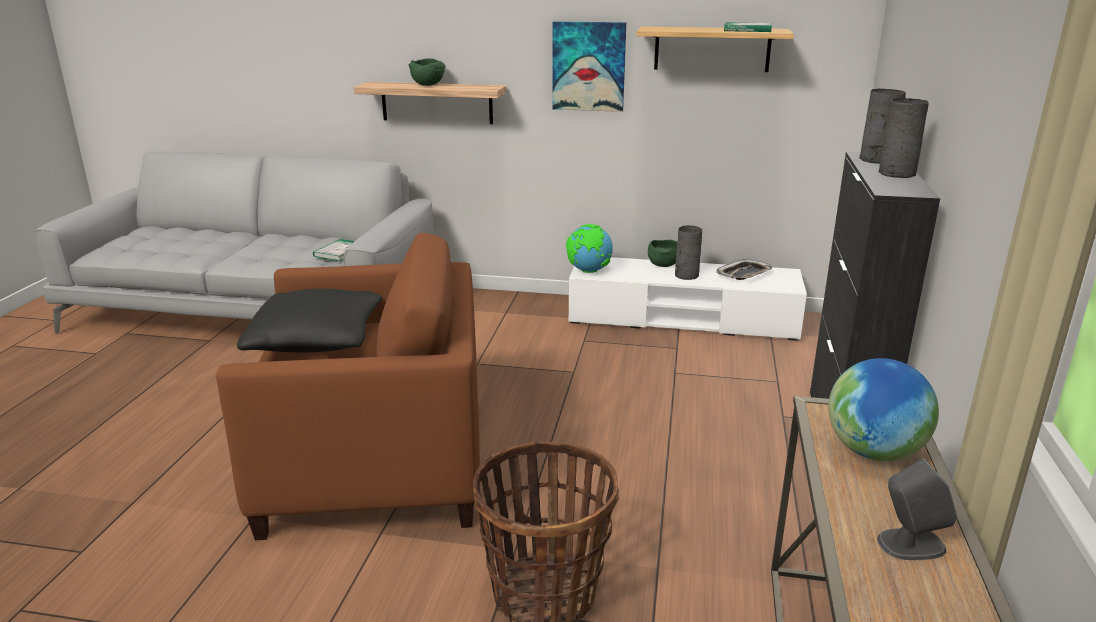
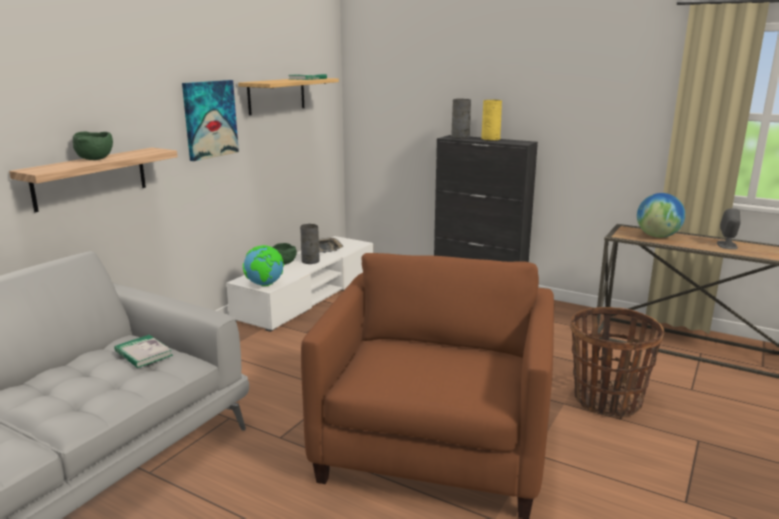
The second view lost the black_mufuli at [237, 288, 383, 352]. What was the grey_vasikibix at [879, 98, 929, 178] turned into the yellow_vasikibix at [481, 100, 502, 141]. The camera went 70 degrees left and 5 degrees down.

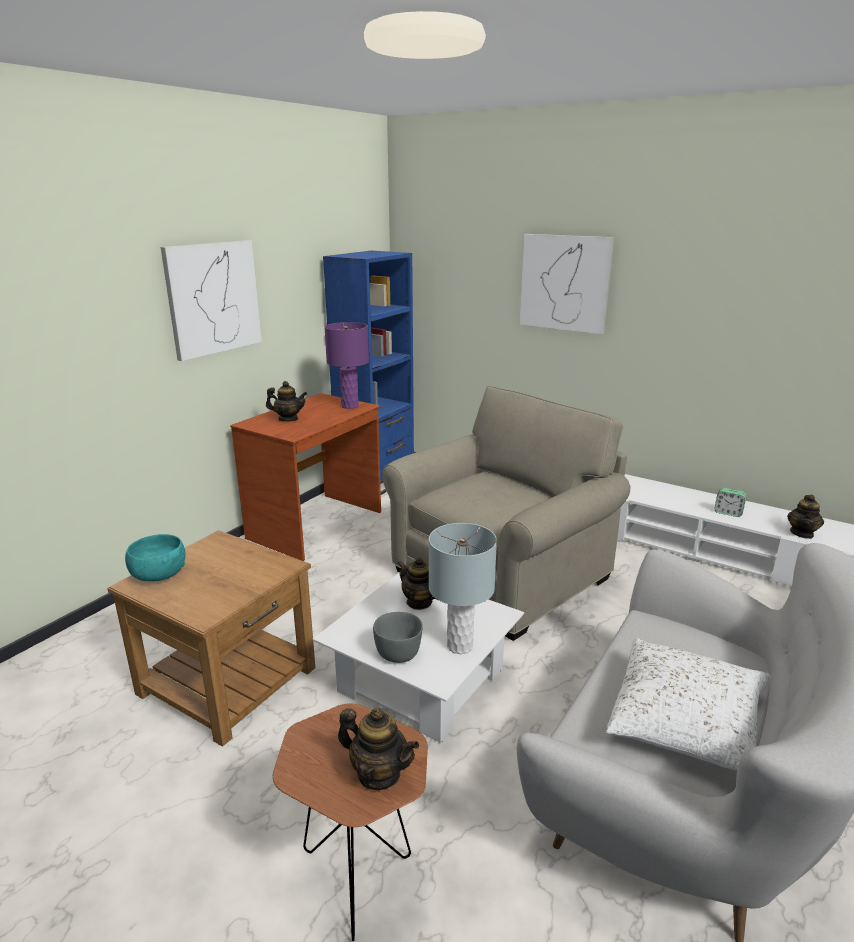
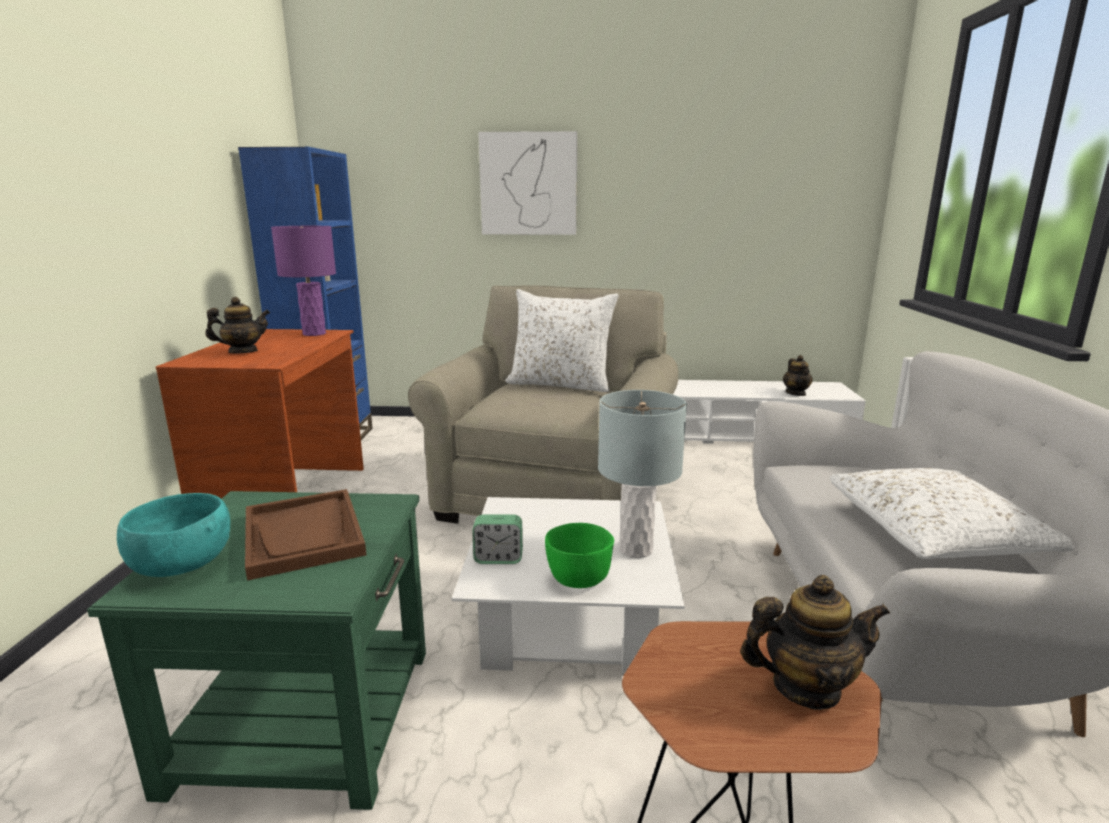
What was the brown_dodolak at [107, 530, 315, 747] turned into the green_dodolak at [87, 491, 426, 810]. The second view lost the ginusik at [161, 240, 262, 361]. What was the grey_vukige at [373, 612, 423, 663] turned into the green_vukige at [545, 523, 614, 588]. The second view lost the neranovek at [398, 557, 437, 610]. The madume ended up elsewhere, having gone from [714, 488, 747, 517] to [472, 515, 523, 564]. The second view gained the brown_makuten at [245, 489, 366, 581]. The second view gained the white_mufuli at [505, 289, 619, 392]. The camera went 30 degrees left and 5 degrees down.

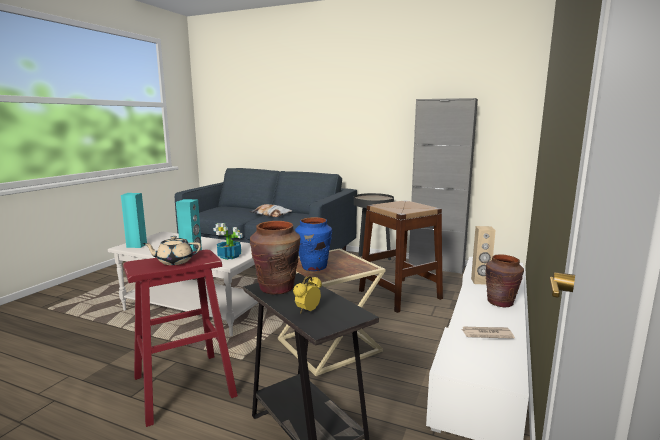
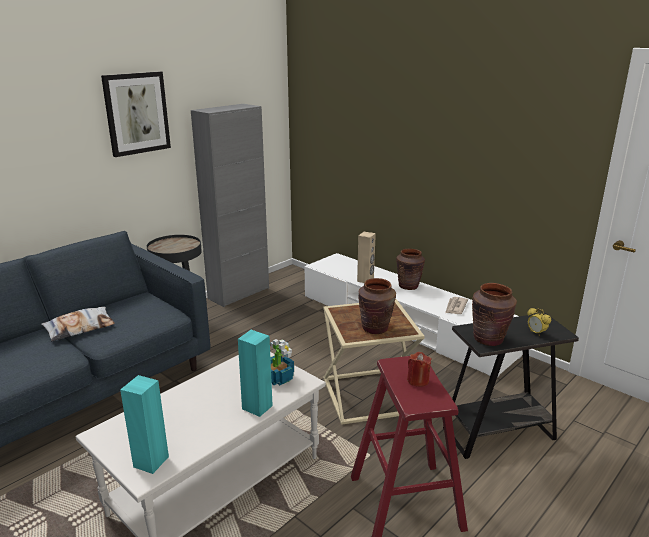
Where the beige_neranovek stood at [143, 236, 201, 265], the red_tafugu came to stand at [407, 352, 432, 387]. What was the blue_vasikibix at [295, 217, 332, 271] turned into the brown_vasikibix at [358, 278, 396, 334]. The second view lost the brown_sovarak at [359, 200, 443, 313]. The second view gained the ginusik at [101, 71, 171, 157]. The camera went 70 degrees left and 10 degrees up.

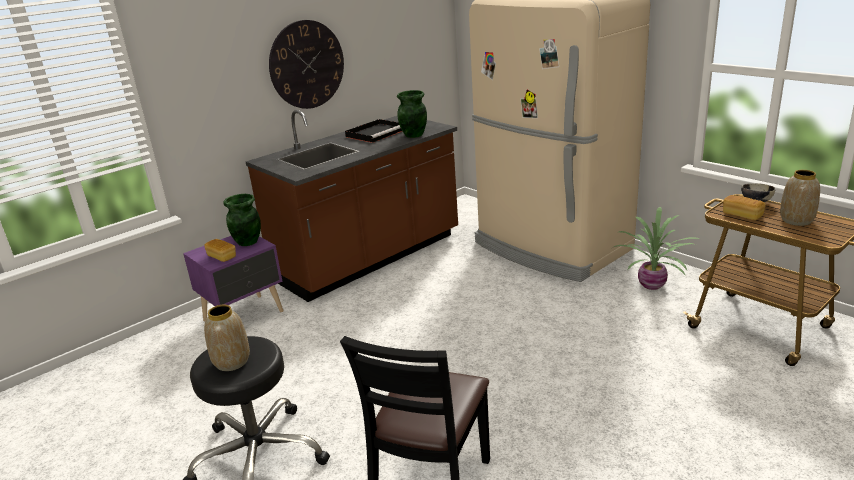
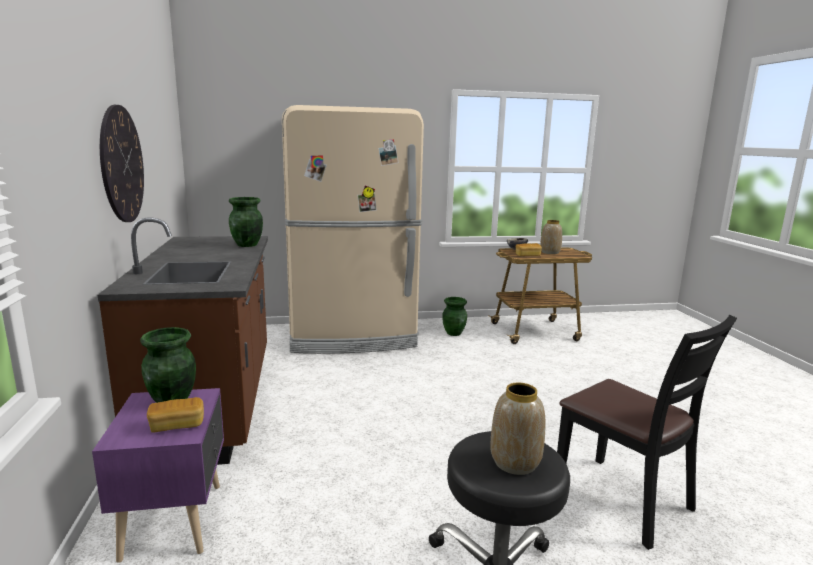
The second view lost the black_makuten at [345, 119, 402, 143]. Where the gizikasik stood at [612, 207, 700, 290], the green_vasikibix came to stand at [442, 297, 467, 336]. The camera went 60 degrees left and 10 degrees down.

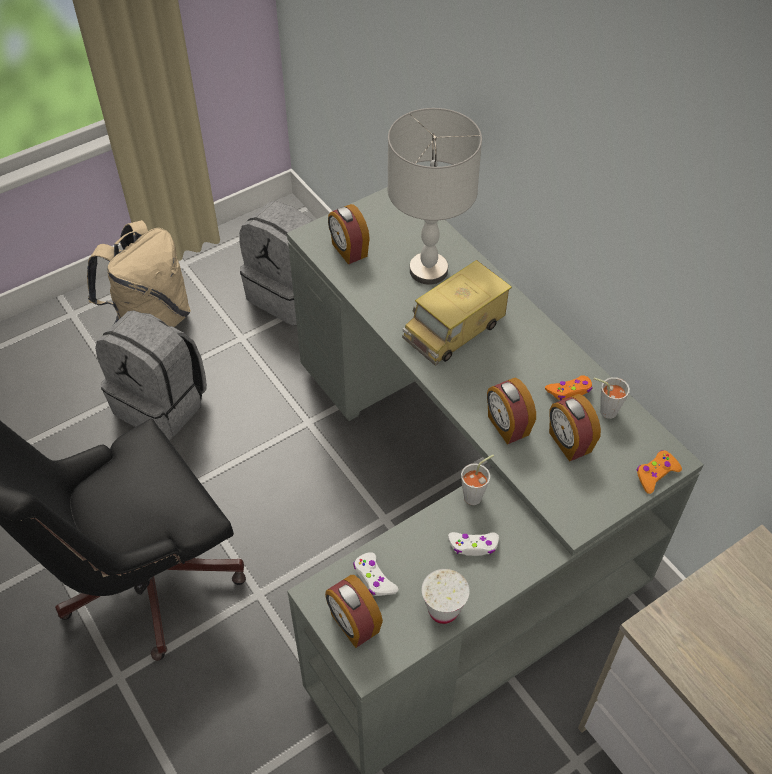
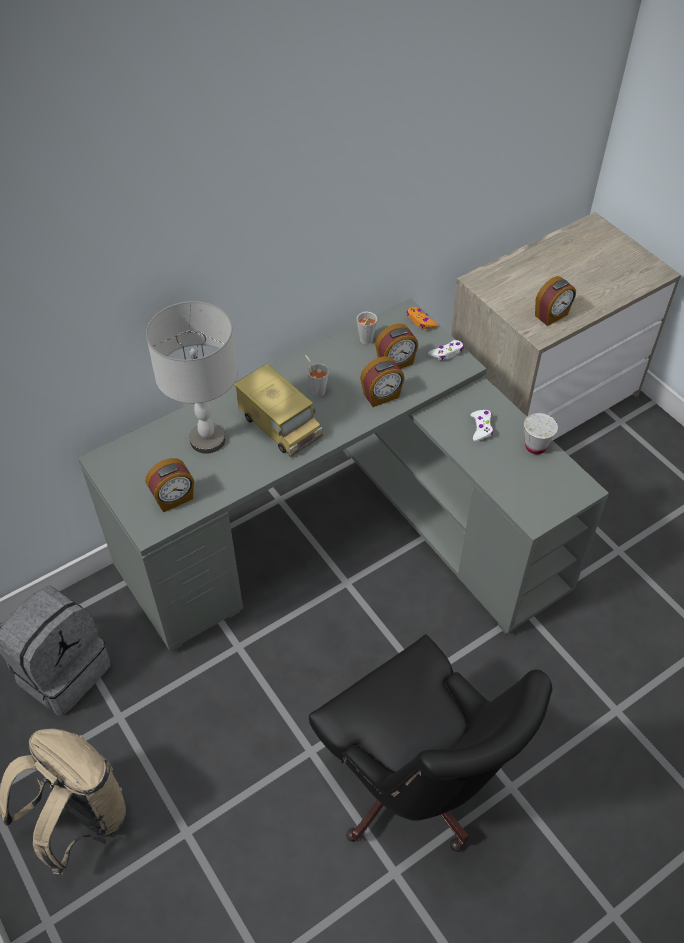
The second view lost the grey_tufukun at [95, 310, 207, 441]. The madume ended up elsewhere, having gone from [325, 575, 383, 648] to [535, 276, 576, 326]. The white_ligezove ended up elsewhere, having gone from [353, 552, 398, 596] to [428, 340, 464, 360]. The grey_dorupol ended up elsewhere, having gone from [461, 455, 494, 505] to [305, 355, 329, 397]. The second view lost the orange_ligezove at [545, 375, 592, 400]. The camera went 90 degrees left and 0 degrees up.

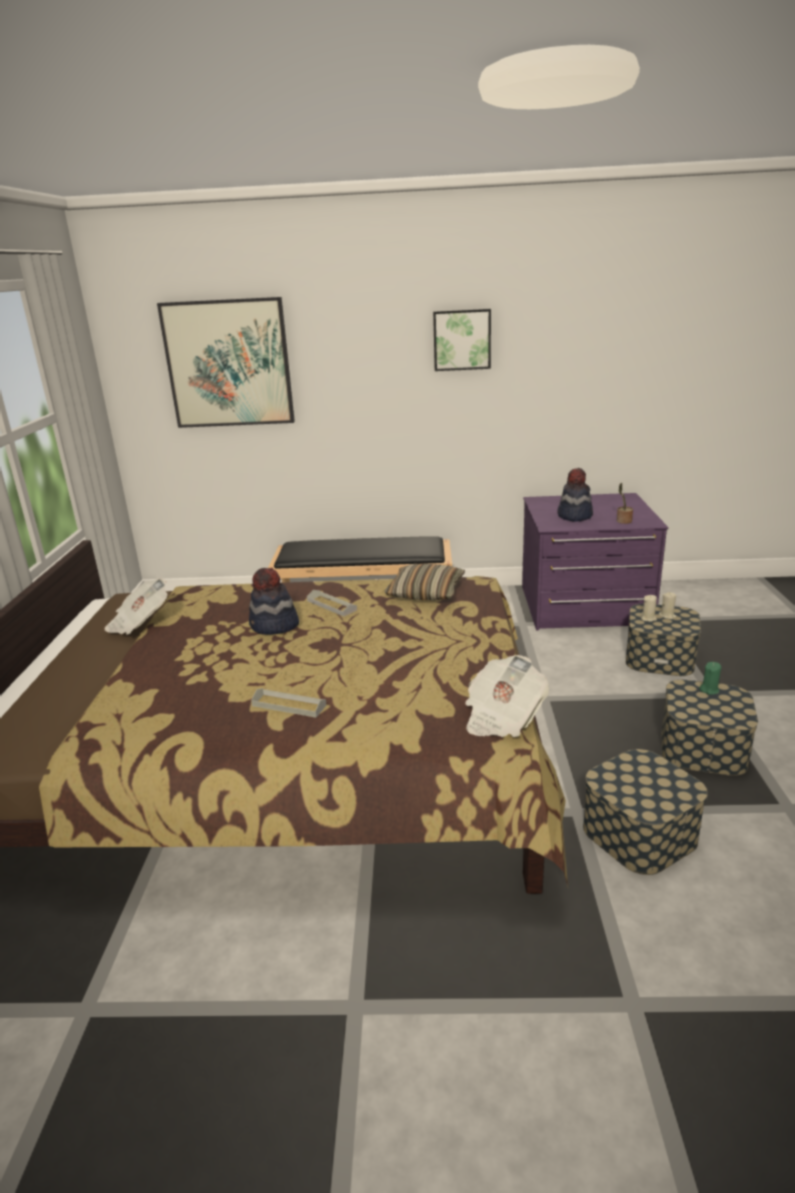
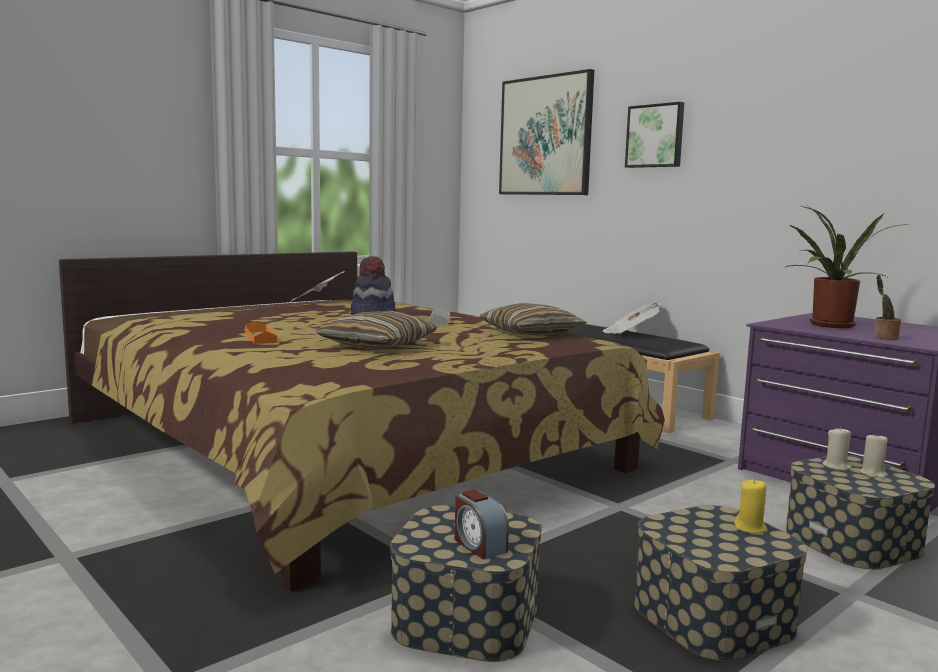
What was the grey_makuten at [251, 688, 326, 718] turned into the orange_makuten at [245, 321, 277, 344]. The ginusik ended up elsewhere, having gone from [433, 309, 491, 371] to [625, 102, 684, 168]. The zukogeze ended up elsewhere, having gone from [465, 655, 549, 737] to [603, 302, 662, 334]. Where the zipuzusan stood at [557, 468, 593, 522], the gizikasik came to stand at [784, 206, 909, 328]. What was the green_tafugu at [699, 662, 721, 695] turned into the yellow_tafugu at [734, 479, 768, 533]. The second view gained the mufuli at [315, 311, 438, 349]. The second view gained the madume at [455, 489, 509, 560]. The camera went 45 degrees right and 15 degrees down.

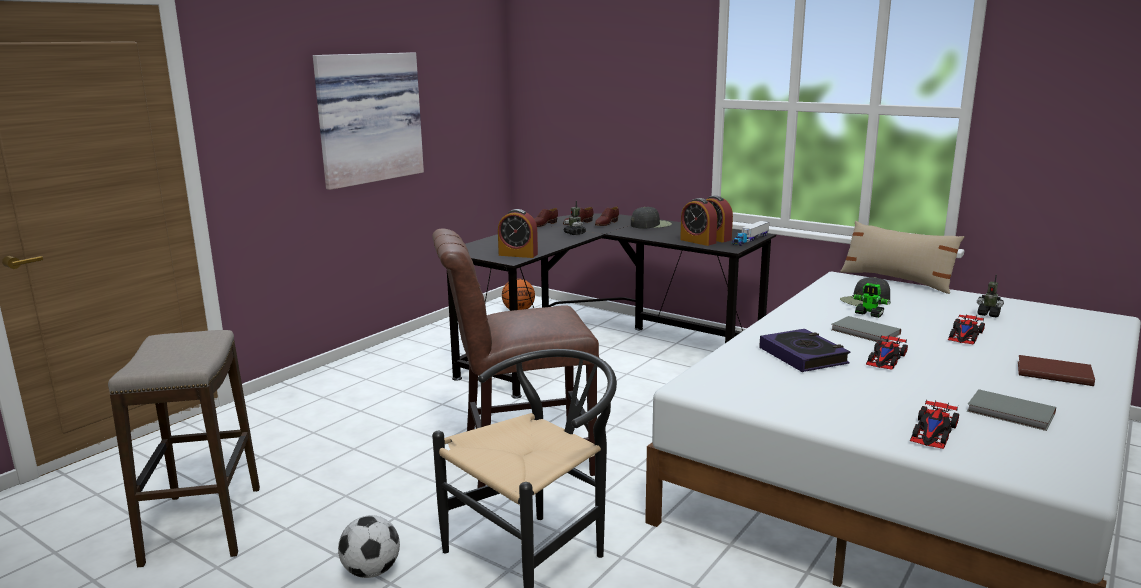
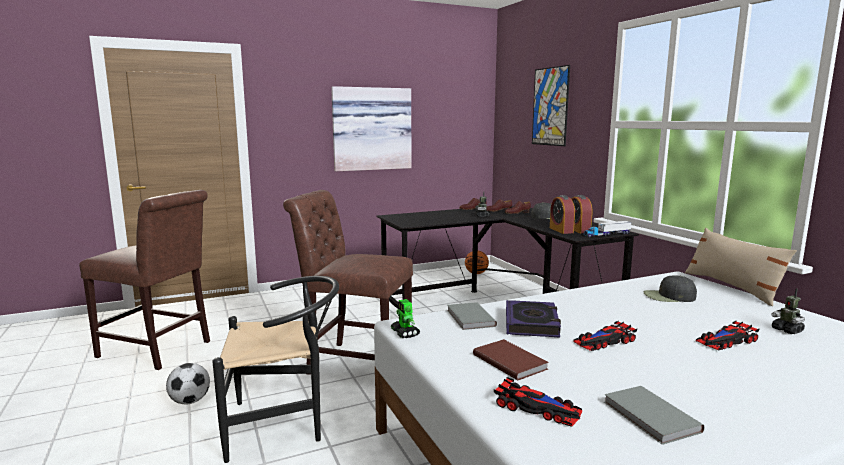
Where the sovarak stood at [108, 330, 260, 567], the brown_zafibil came to stand at [79, 190, 210, 370]. The second view lost the madume at [498, 209, 538, 258]. The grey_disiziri ended up elsewhere, having gone from [831, 316, 901, 342] to [447, 302, 497, 330]. The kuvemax ended up elsewhere, having gone from [852, 283, 891, 318] to [391, 299, 420, 338]. The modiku at [910, 400, 959, 449] ended up facing another way, 120 degrees counterclockwise from before. The brown_disiziri ended up elsewhere, having gone from [1018, 355, 1095, 386] to [473, 339, 549, 380]. The second view gained the ginusik at [532, 65, 570, 146]. The camera went 30 degrees right and 5 degrees down.

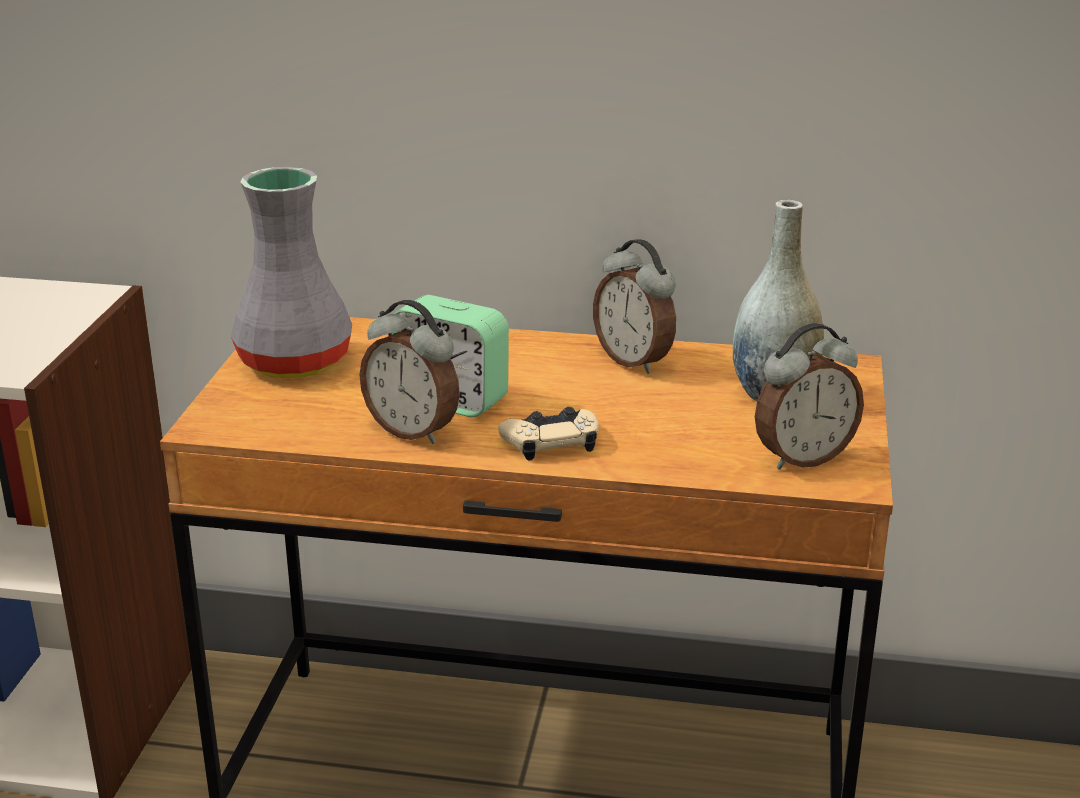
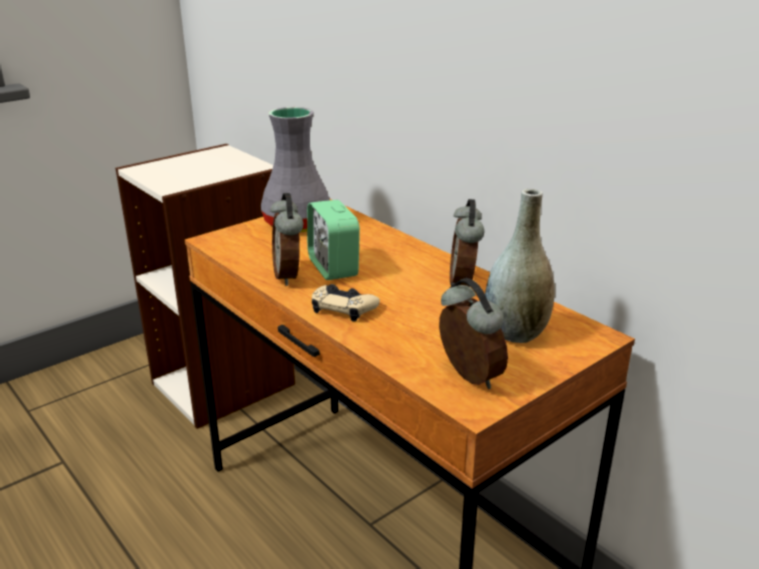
The madume at [755, 323, 864, 470] ended up facing another way, 135 degrees counterclockwise from before. The camera went 40 degrees right and 0 degrees up.

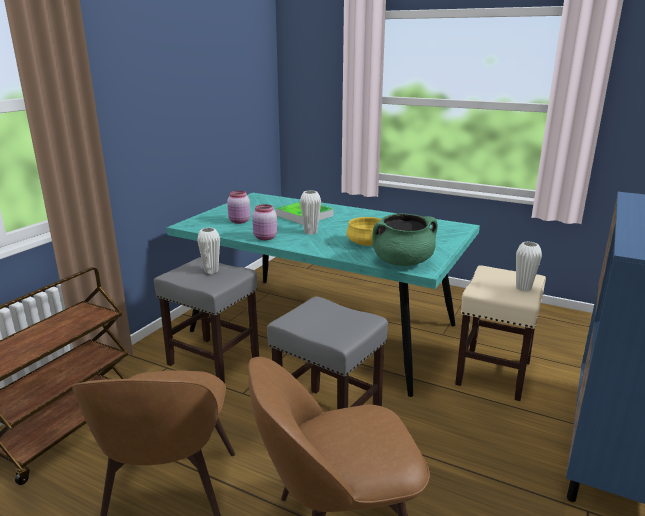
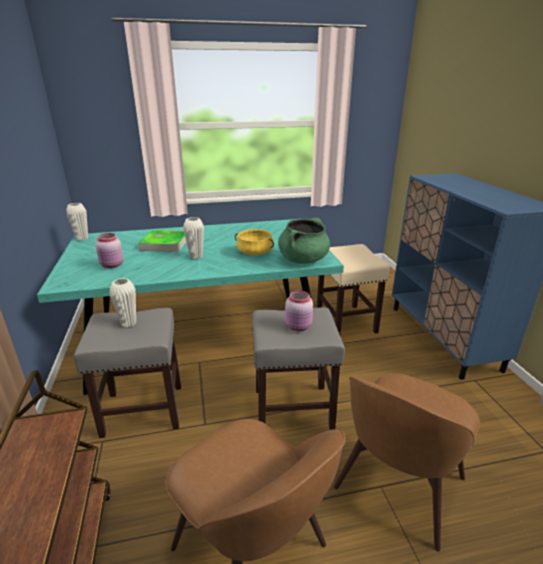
The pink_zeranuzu ended up elsewhere, having gone from [252, 204, 277, 240] to [285, 290, 313, 331]. The white_vasikibix ended up elsewhere, having gone from [516, 241, 542, 291] to [66, 203, 88, 241]. The camera went 40 degrees left and 5 degrees up.

